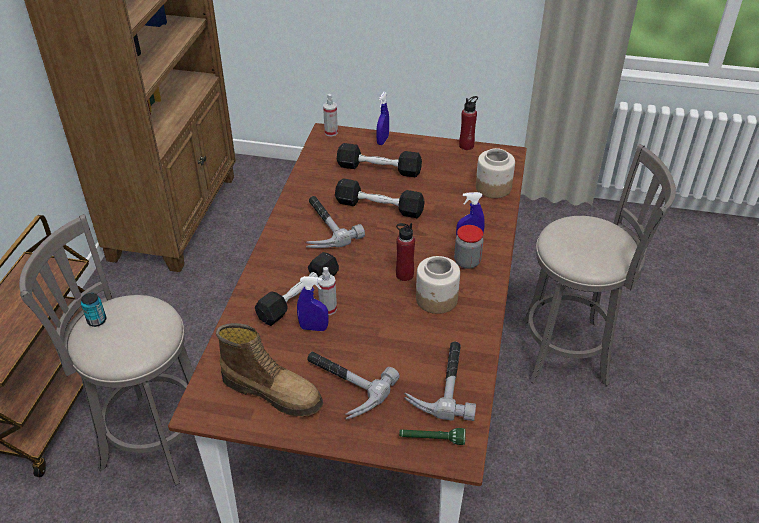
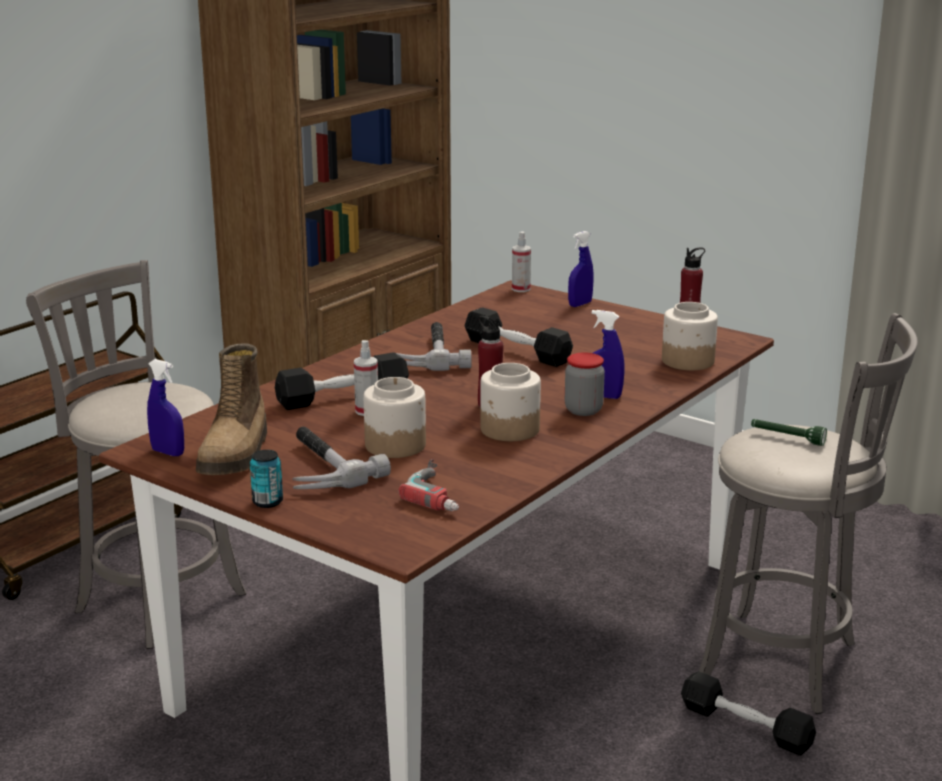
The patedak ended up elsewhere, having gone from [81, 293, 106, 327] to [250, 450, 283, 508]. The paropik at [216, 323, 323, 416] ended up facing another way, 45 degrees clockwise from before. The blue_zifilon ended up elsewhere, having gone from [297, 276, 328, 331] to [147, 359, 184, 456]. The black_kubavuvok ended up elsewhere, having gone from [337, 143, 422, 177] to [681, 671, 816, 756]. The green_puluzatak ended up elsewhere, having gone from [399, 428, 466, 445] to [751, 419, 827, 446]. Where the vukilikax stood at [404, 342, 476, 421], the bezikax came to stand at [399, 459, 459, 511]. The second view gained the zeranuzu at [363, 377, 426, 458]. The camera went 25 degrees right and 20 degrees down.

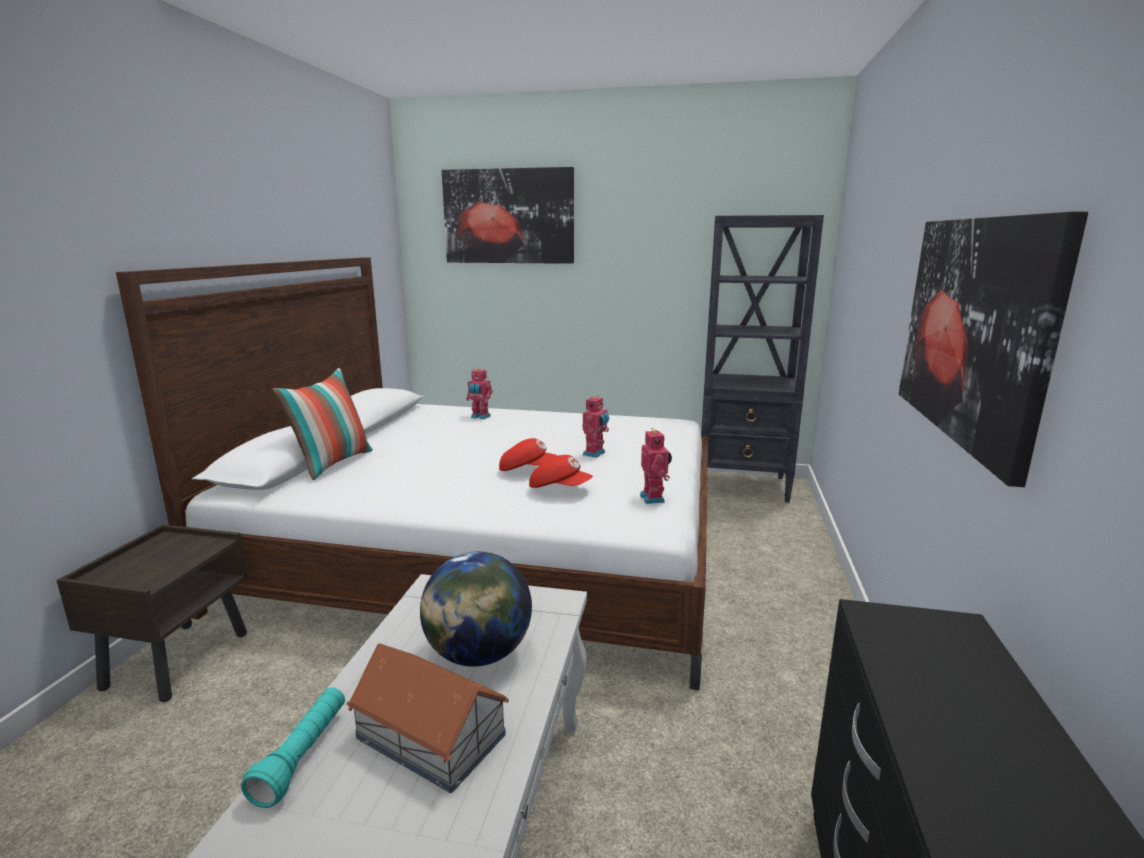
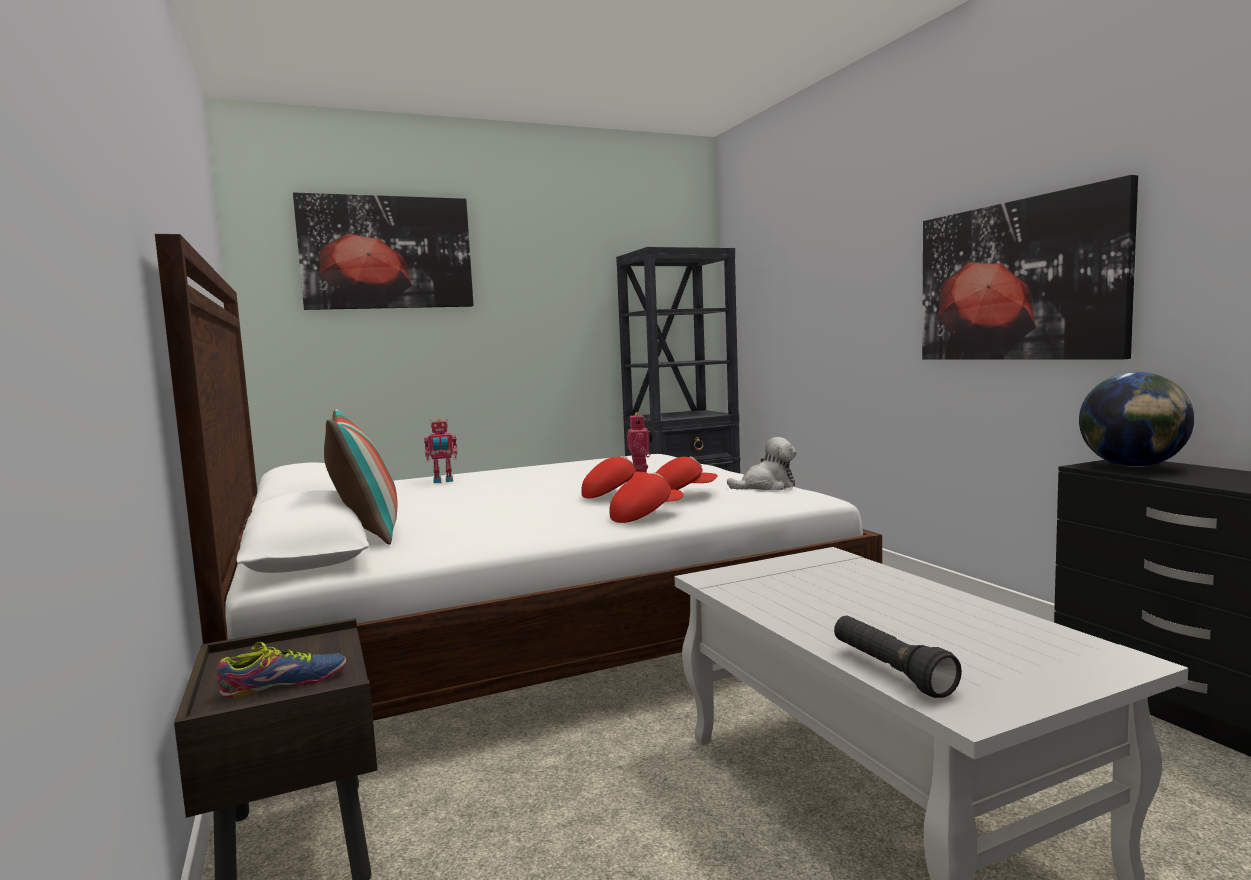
What was the turquoise_puluzatak at [241, 687, 345, 808] turned into the black_puluzatak at [834, 616, 962, 698]. The second view lost the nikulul at [346, 644, 509, 793]. The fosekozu ended up elsewhere, having gone from [420, 552, 532, 667] to [1079, 372, 1194, 467]. Where the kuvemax stood at [640, 428, 672, 504], the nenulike came to stand at [727, 437, 797, 490]. The second view gained the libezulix at [217, 642, 346, 698]. The second view gained the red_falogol at [609, 473, 684, 523]. The camera went 35 degrees left and 10 degrees down.

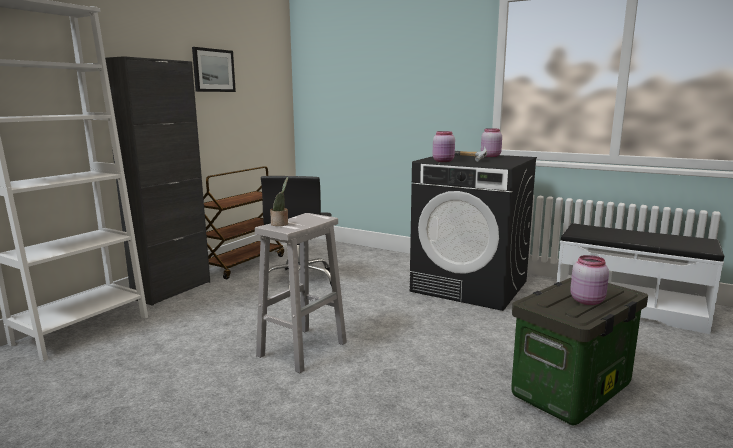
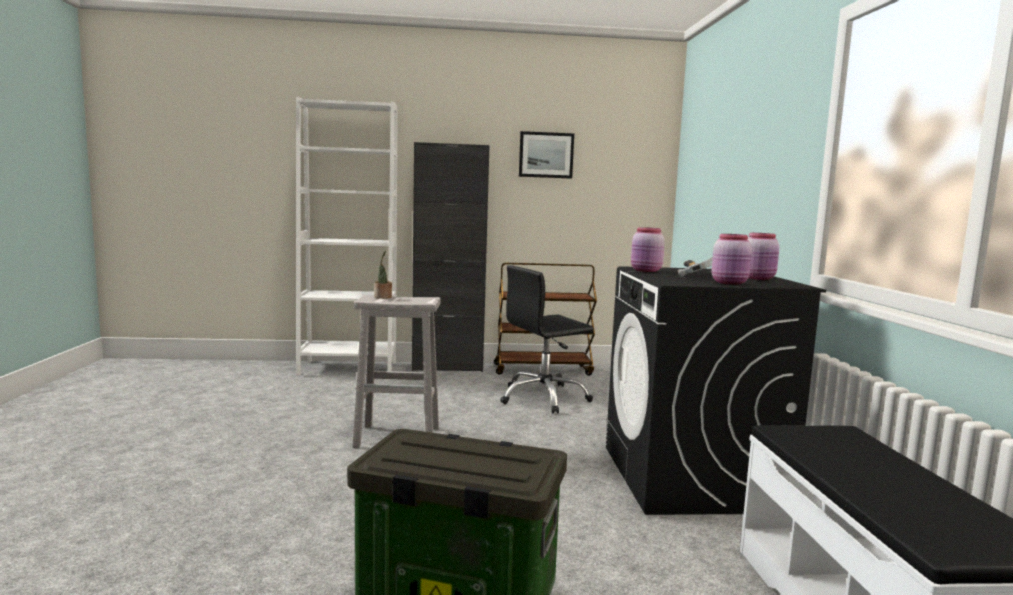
The pink_zeranuzu ended up elsewhere, having gone from [570, 255, 609, 305] to [711, 234, 752, 285]. The camera went 55 degrees right and 5 degrees down.

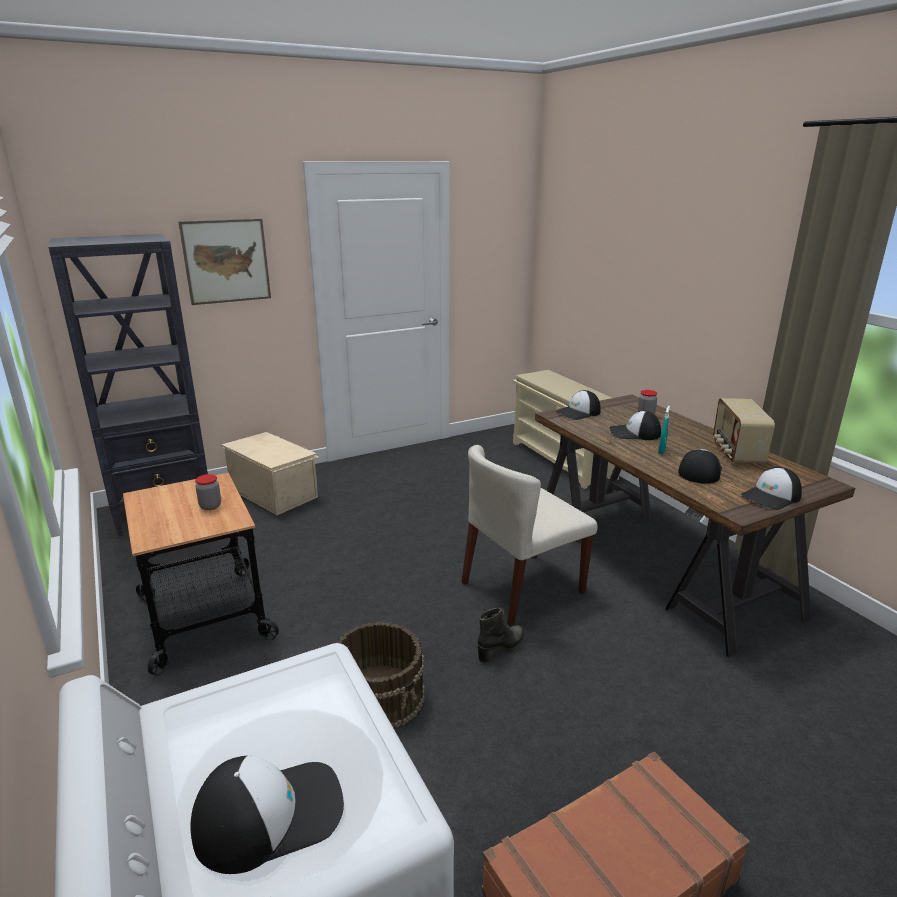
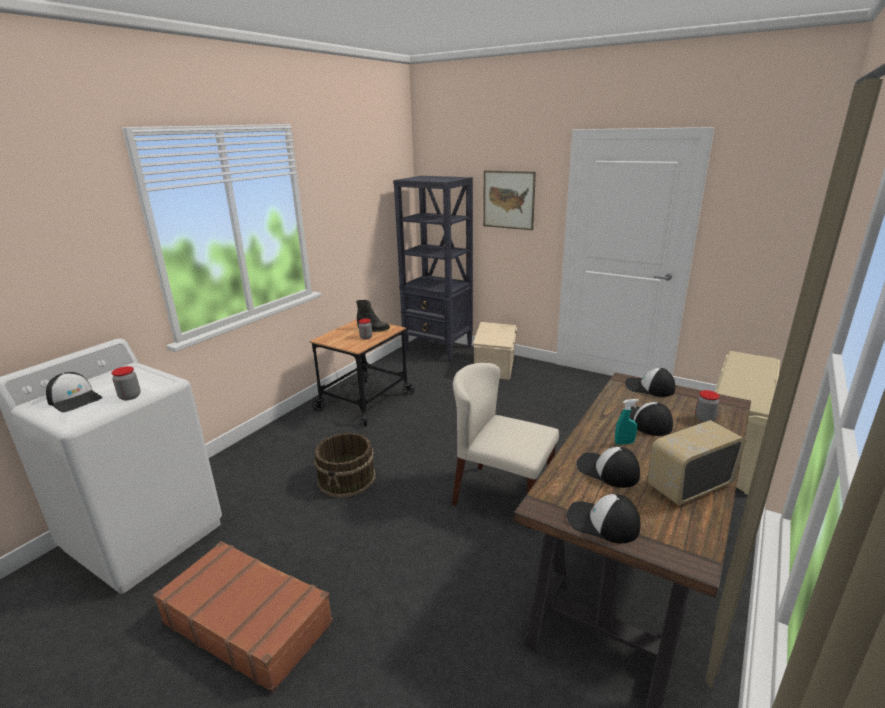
The black_paropik ended up elsewhere, having gone from [477, 608, 525, 663] to [356, 300, 390, 332]. The falogol at [678, 449, 722, 484] ended up facing another way, 135 degrees counterclockwise from before. The second view gained the zeranuzu at [111, 366, 141, 400]. The camera went 60 degrees right and 0 degrees up.

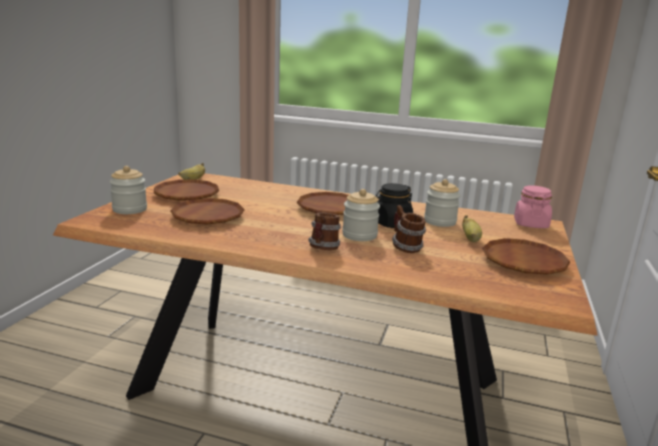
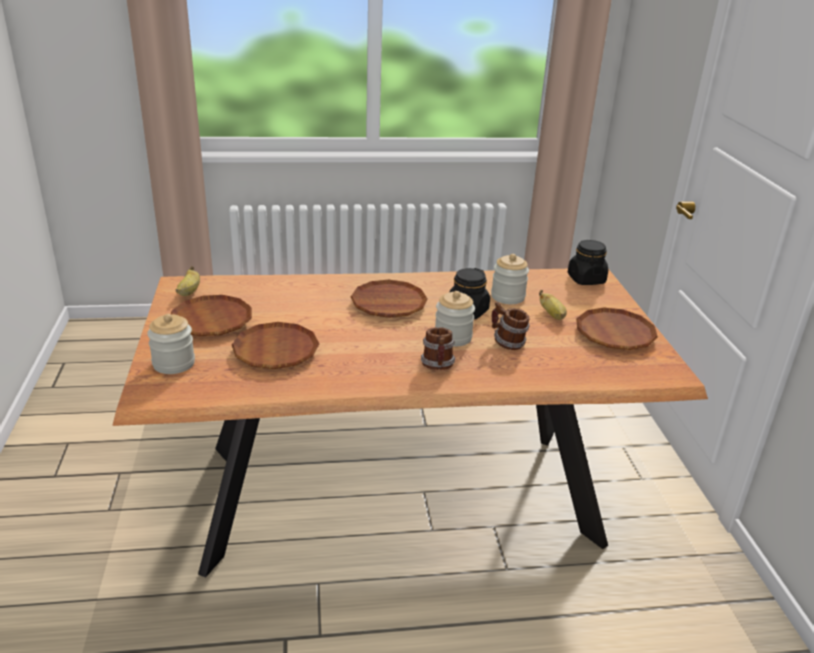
What was the pink_zeranuzu at [514, 186, 552, 228] turned into the black_zeranuzu at [568, 240, 608, 285]. The camera went 25 degrees left and 10 degrees up.

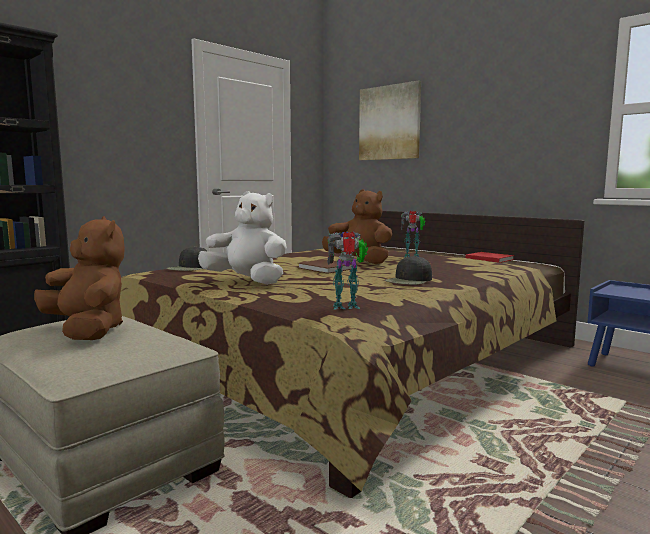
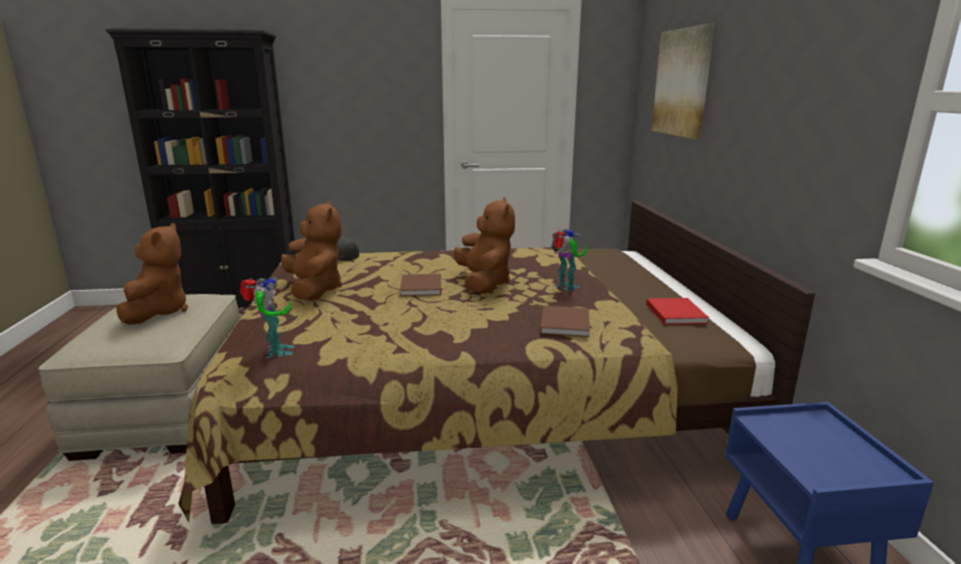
What was the white_nenulike at [198, 191, 287, 285] turned into the brown_nenulike at [281, 200, 342, 301]. The kuvemax at [327, 231, 368, 310] ended up facing another way, 45 degrees clockwise from before. The second view lost the black_falogol at [385, 256, 432, 285]. The second view gained the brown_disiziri at [540, 306, 590, 337]. The camera went 40 degrees right and 10 degrees up.

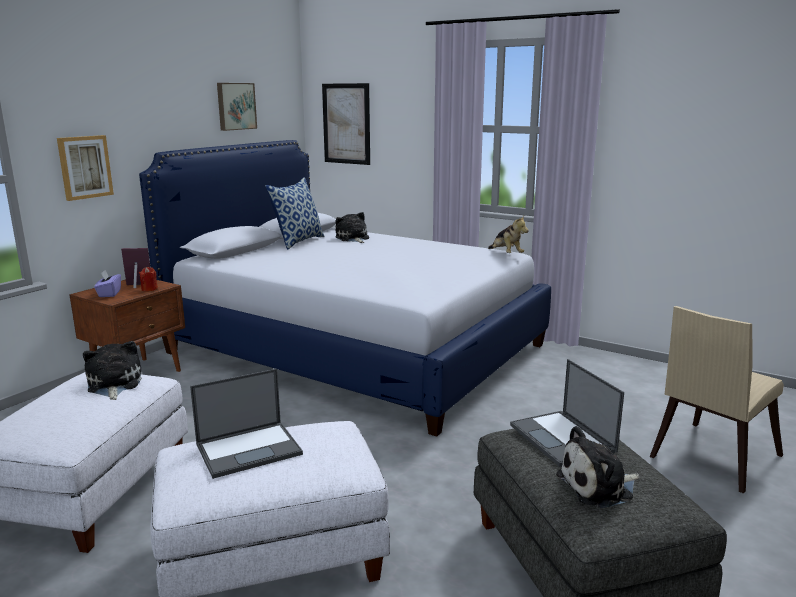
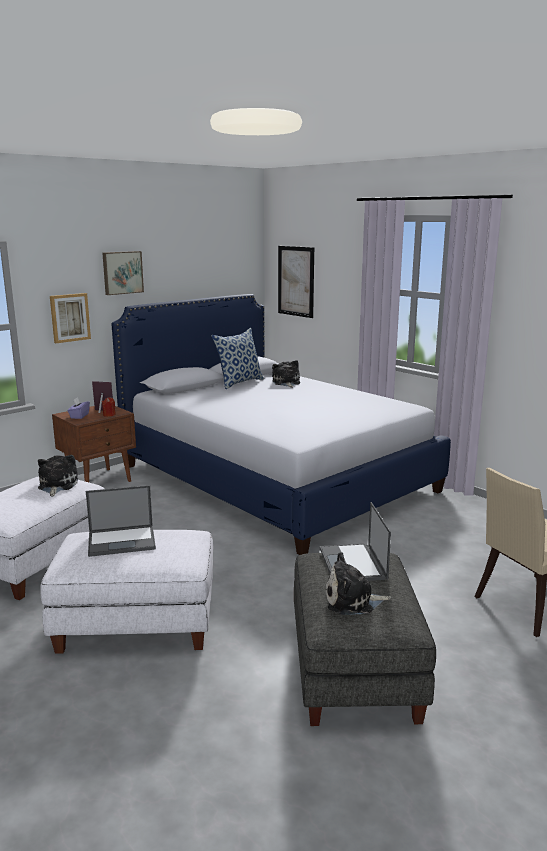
The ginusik ended up elsewhere, having gone from [217, 83, 257, 131] to [102, 251, 144, 295]. The second view lost the nenulike at [488, 216, 529, 253]. The camera went 15 degrees right and 0 degrees up.

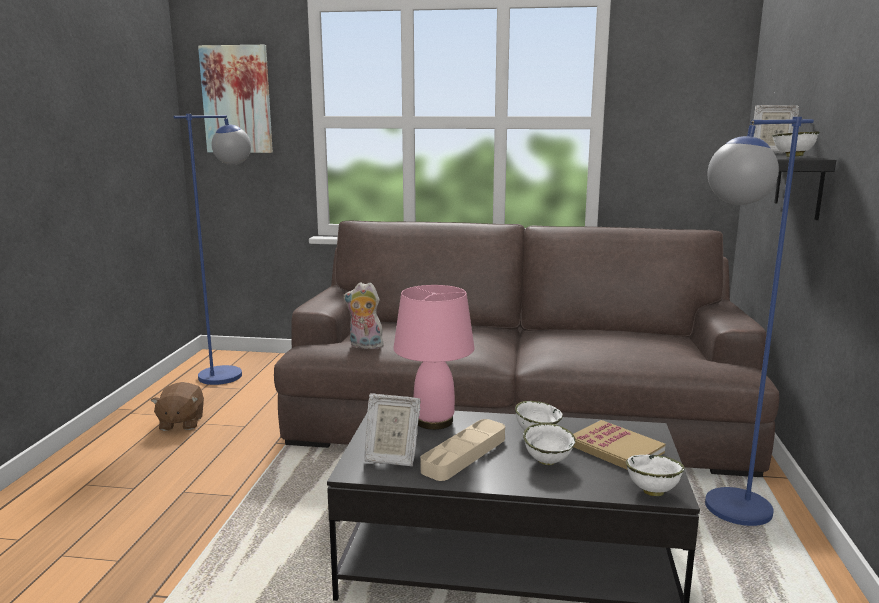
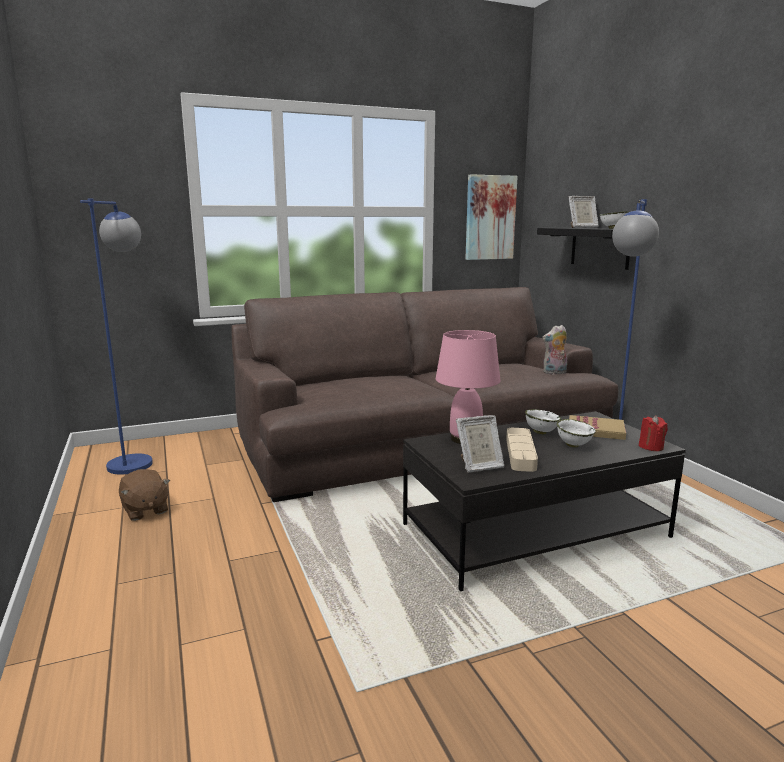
The ginusik ended up elsewhere, having gone from [198, 45, 273, 153] to [465, 174, 518, 260]. The nenulike ended up elsewhere, having gone from [343, 282, 384, 349] to [542, 325, 567, 375]. Where the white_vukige stood at [626, 455, 685, 496], the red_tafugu came to stand at [639, 415, 668, 451]. The camera went 30 degrees left and 0 degrees up.

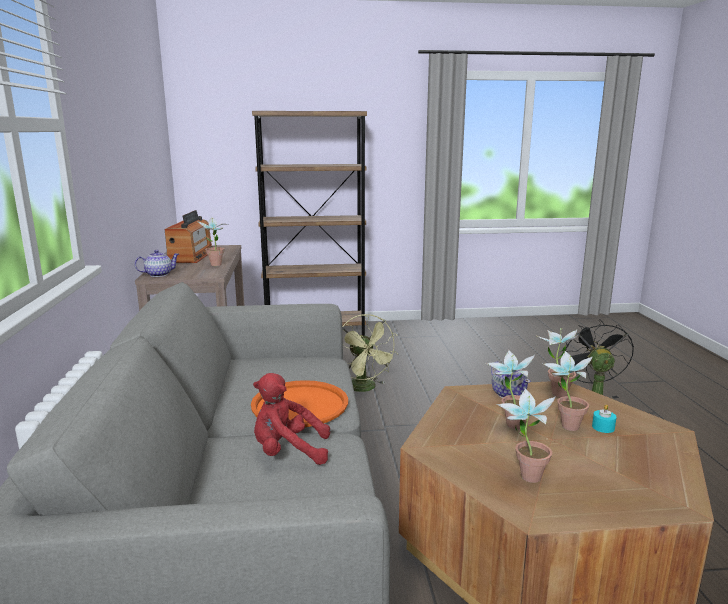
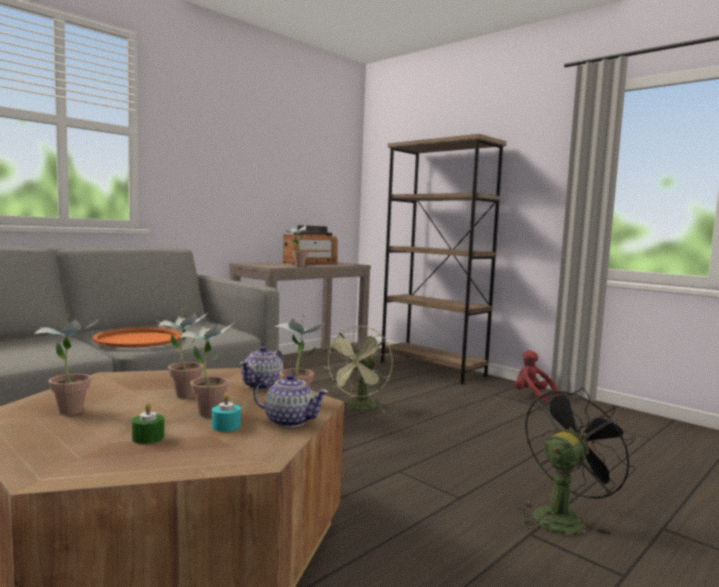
The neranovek ended up elsewhere, having gone from [134, 250, 179, 277] to [253, 374, 328, 428]. The red_nenulike ended up elsewhere, having gone from [253, 373, 330, 465] to [515, 350, 561, 403]. The second view gained the green_tafugu at [132, 403, 164, 444]. The camera went 50 degrees right and 10 degrees down.

